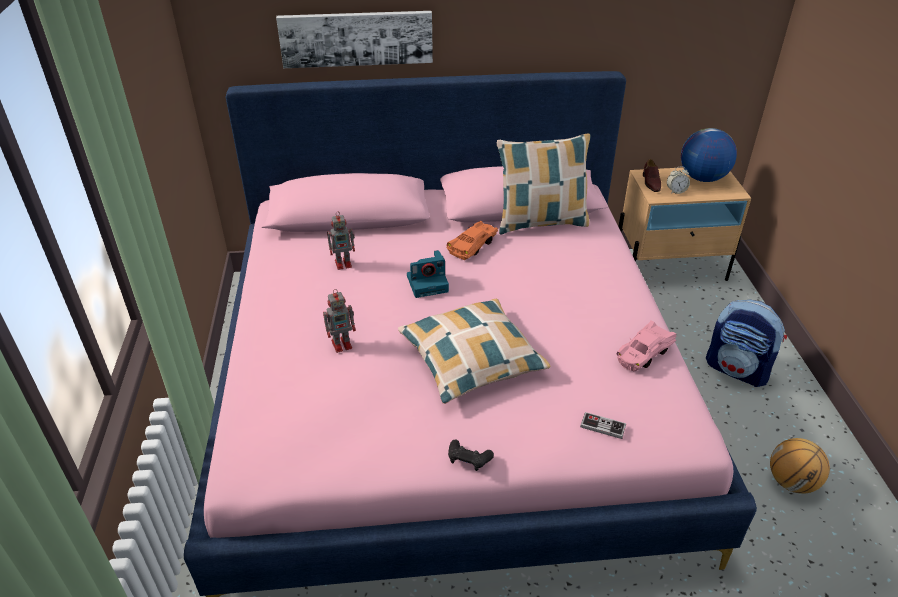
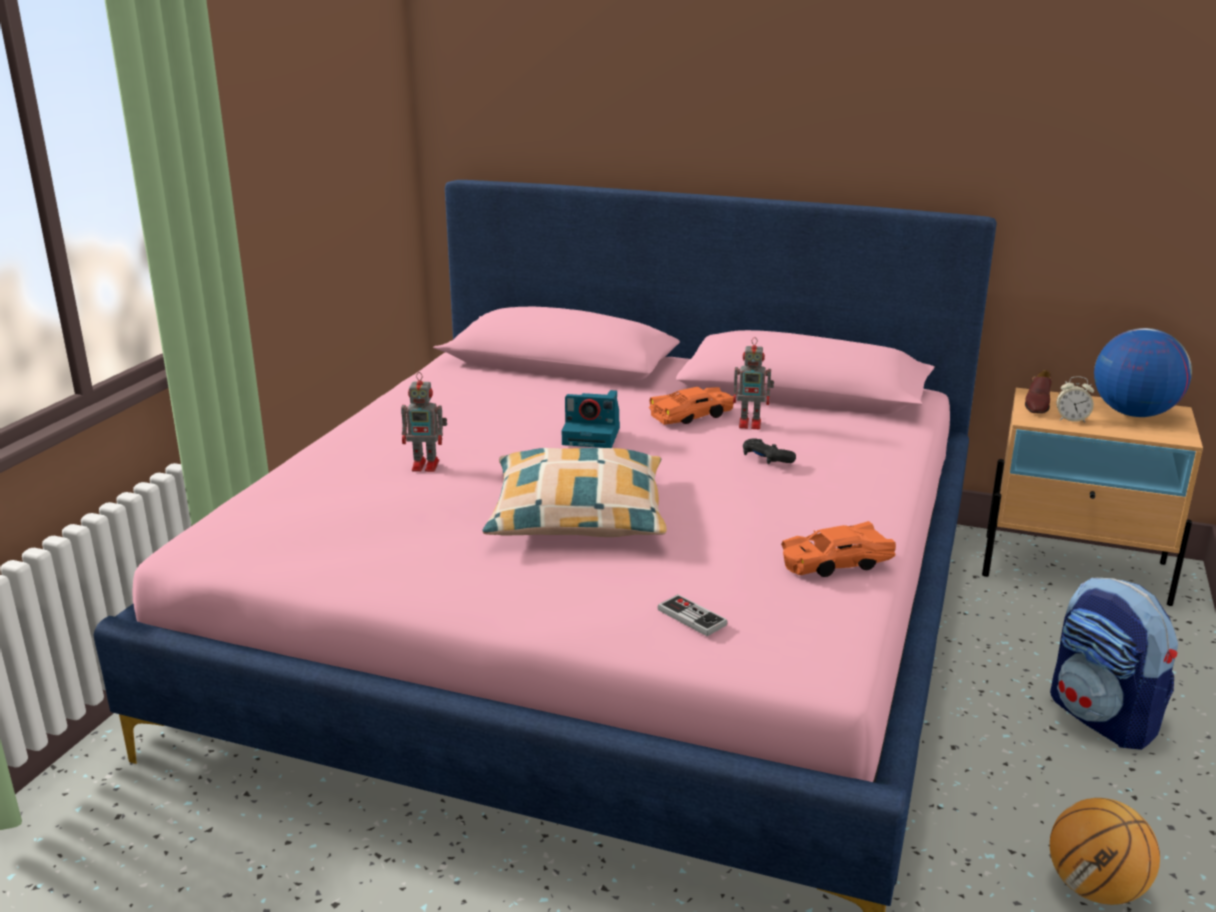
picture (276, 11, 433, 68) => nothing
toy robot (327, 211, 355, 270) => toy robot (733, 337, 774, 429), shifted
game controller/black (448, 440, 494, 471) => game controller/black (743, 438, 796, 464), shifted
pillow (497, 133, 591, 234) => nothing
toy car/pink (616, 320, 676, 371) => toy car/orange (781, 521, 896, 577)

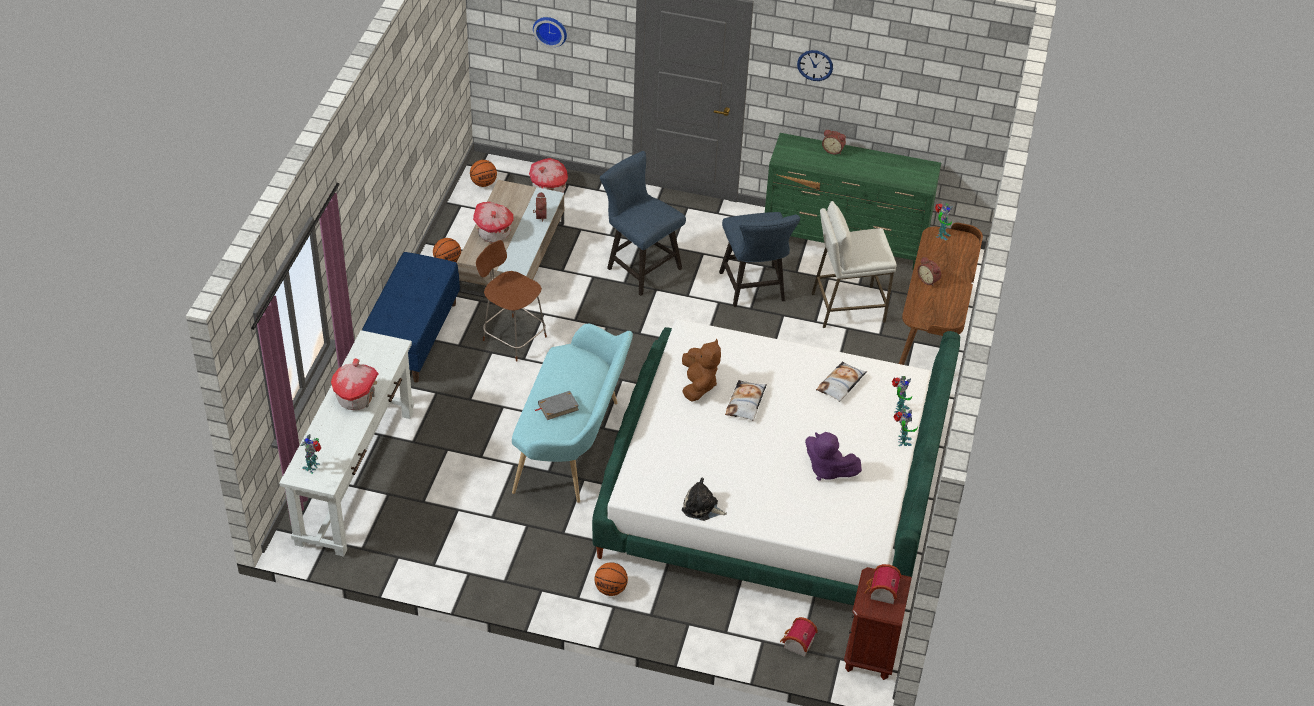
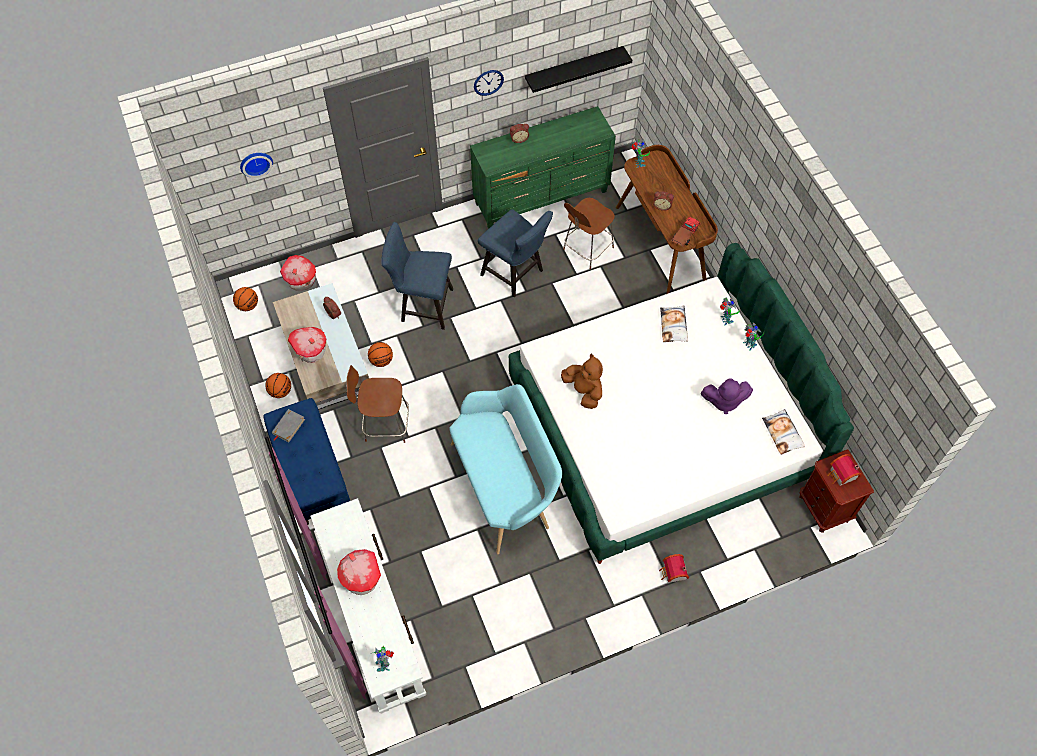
book/grey (535, 391, 579, 420) => book/grey (272, 409, 305, 442), shifted
basketball (595, 562, 628, 596) => basketball (368, 342, 393, 367), shifted
plush toy (682, 478, 727, 521) => nothing
pillow (725, 380, 767, 421) => pillow (762, 409, 805, 455), shifted
toy house (780, 617, 818, 657) => toy house (659, 554, 689, 583), shifted
stool/white (811, 201, 897, 328) => chair/brown (563, 198, 615, 269)
nothing => shelf/black (525, 46, 632, 93)
nothing => toy truck (671, 216, 700, 246)

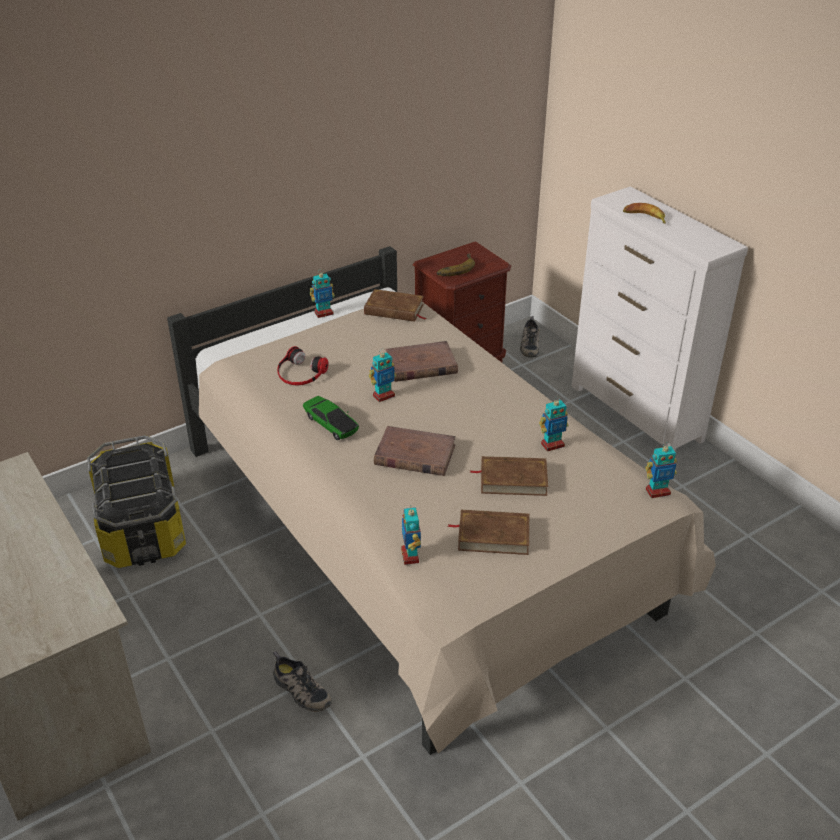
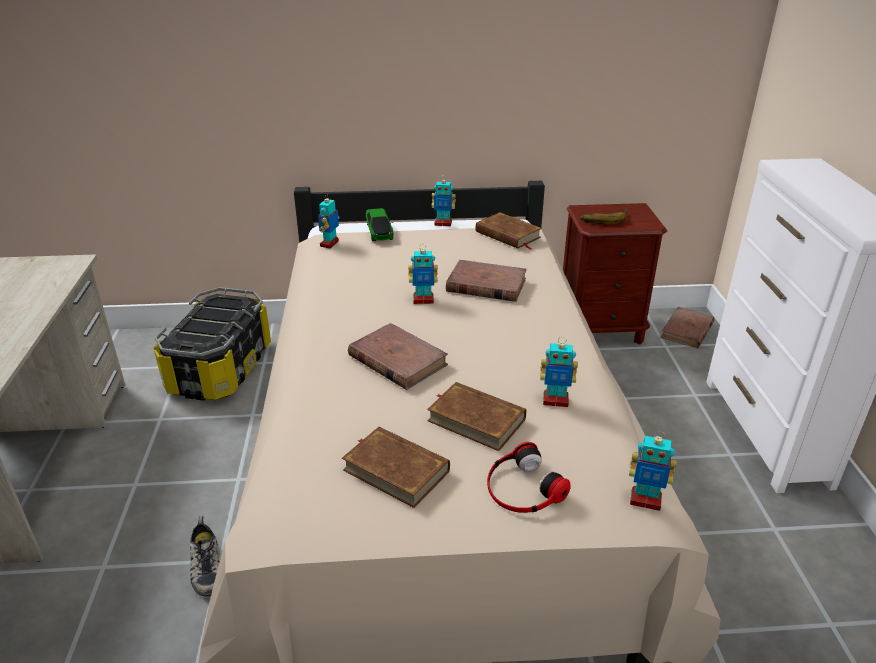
headphones (277, 346, 328, 385) => headphones (487, 442, 571, 513), shifted
toy car (303, 396, 359, 440) => toy car (366, 208, 394, 241), shifted
toy robot (401, 506, 421, 565) => toy robot (318, 193, 339, 249), shifted
shoe (520, 316, 539, 358) => book/brown (660, 307, 715, 348)
banana (623, 203, 666, 224) => nothing

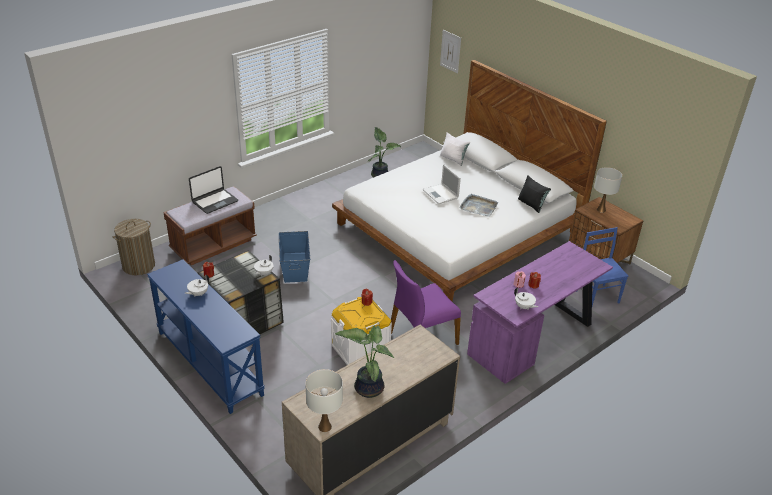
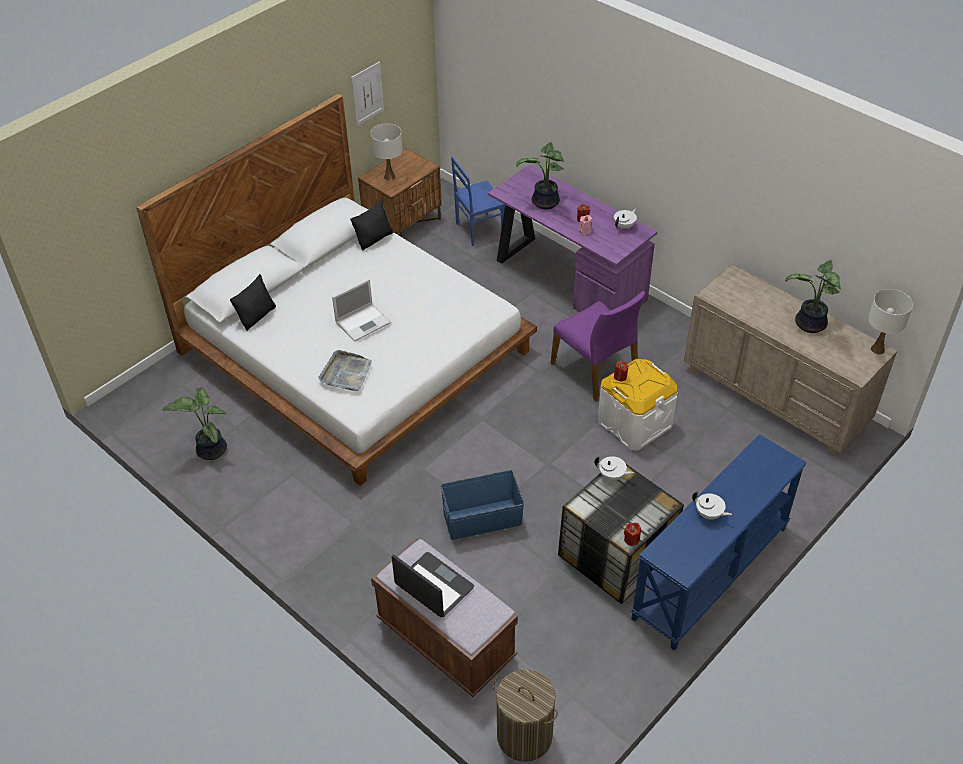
picture (440, 30, 461, 74) => picture (351, 62, 384, 126), shifted
pillow/white (440, 132, 470, 166) => pillow/black (230, 274, 276, 331)
tray/grey (459, 194, 498, 217) => tray/grey (318, 350, 372, 391), shifted
nothing => potted plant (516, 142, 564, 209)

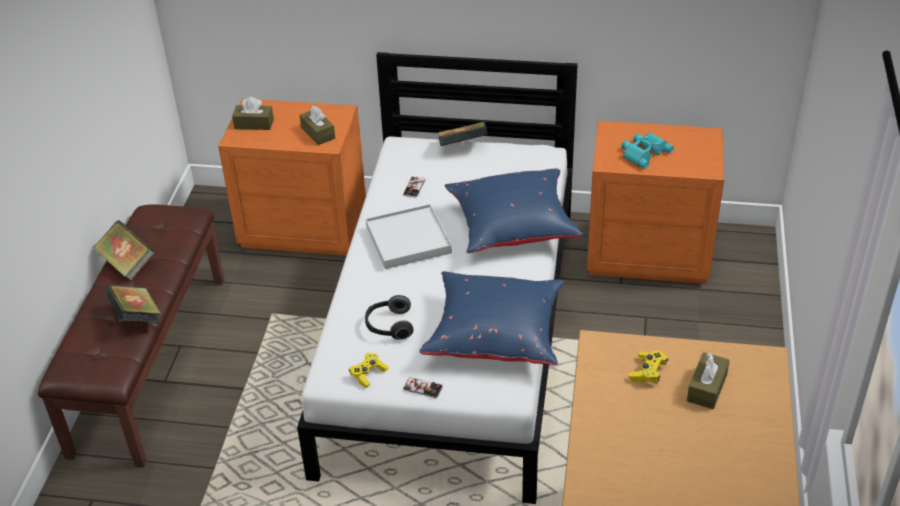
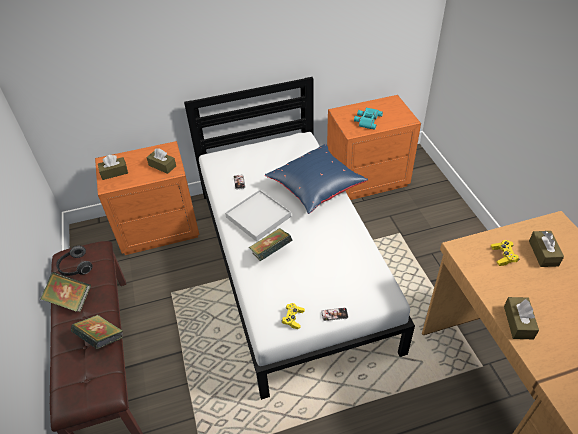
headphones (365, 295, 414, 340) => headphones (56, 246, 93, 276), shifted
pillow/blue (419, 271, 565, 365) => nothing
book (438, 122, 487, 146) => book (249, 228, 293, 261), shifted
nothing => tissue box/brown (504, 297, 539, 339)

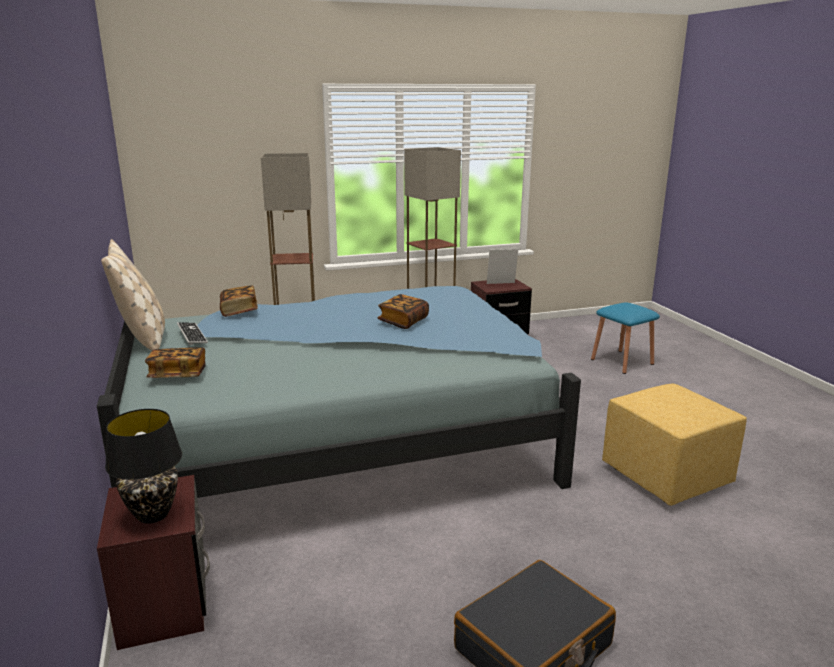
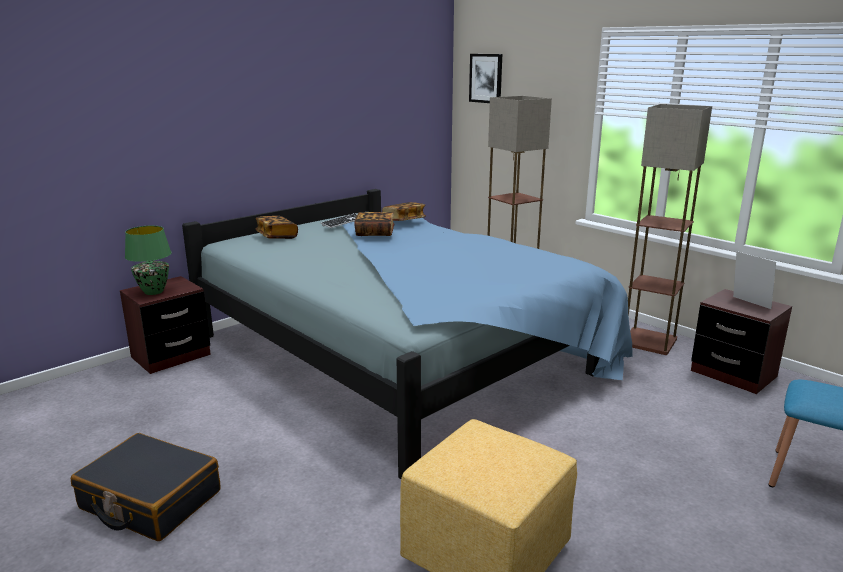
pillow/beige (101, 239, 165, 351) => nothing
table lamp/black (105, 409, 182, 524) => table lamp/green (125, 226, 172, 295)
book (378, 294, 429, 329) => book (354, 212, 394, 236), shifted
nothing => picture (469, 54, 502, 103)

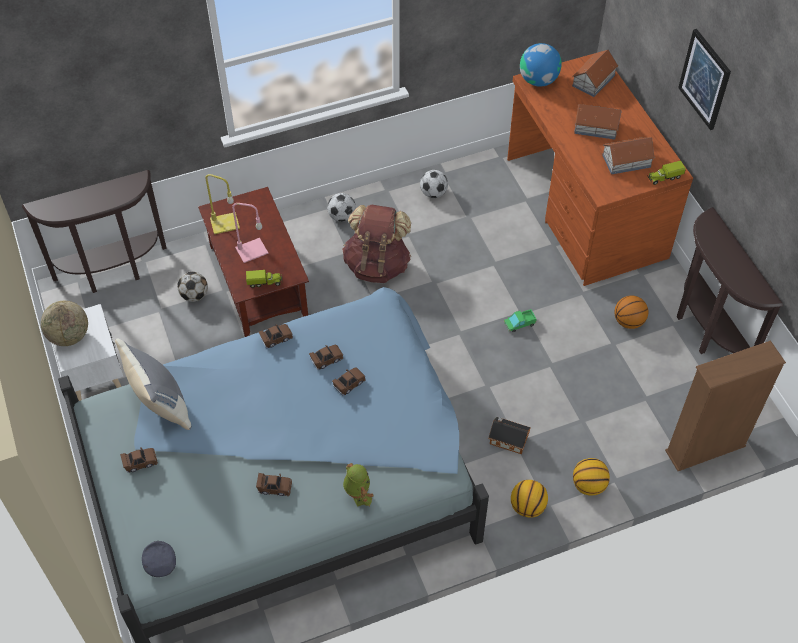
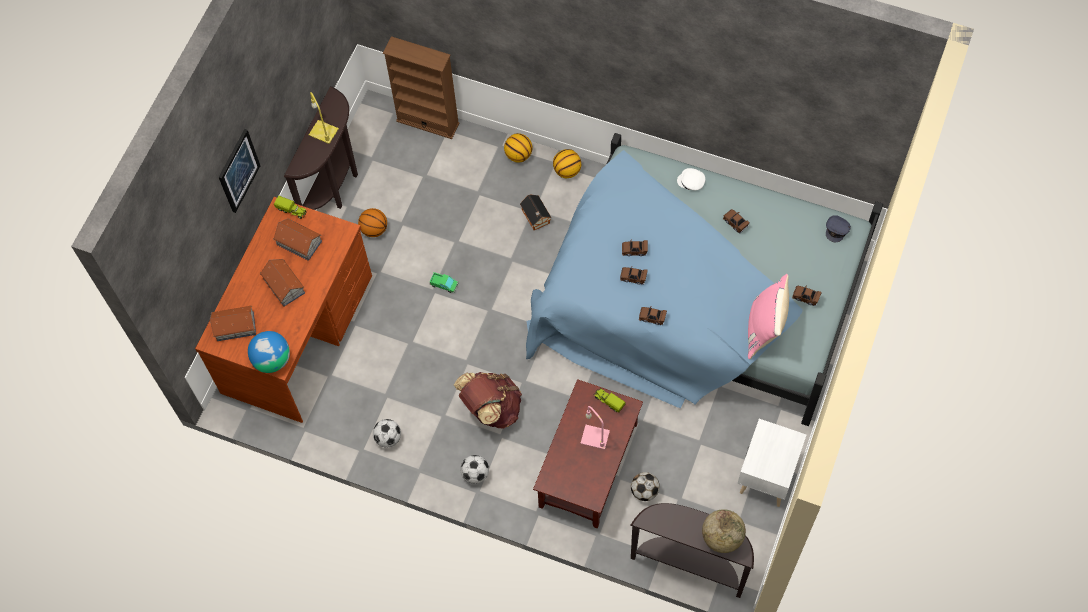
globe (41, 301, 88, 346) => globe (702, 509, 746, 553), shifted
pillow/grey (115, 339, 191, 430) => pillow/pink (748, 274, 789, 359)
table lamp/yellow (205, 174, 240, 234) => table lamp/yellow (309, 92, 339, 144), shifted
toy robot (343, 463, 374, 507) => cap/white (677, 168, 705, 191)

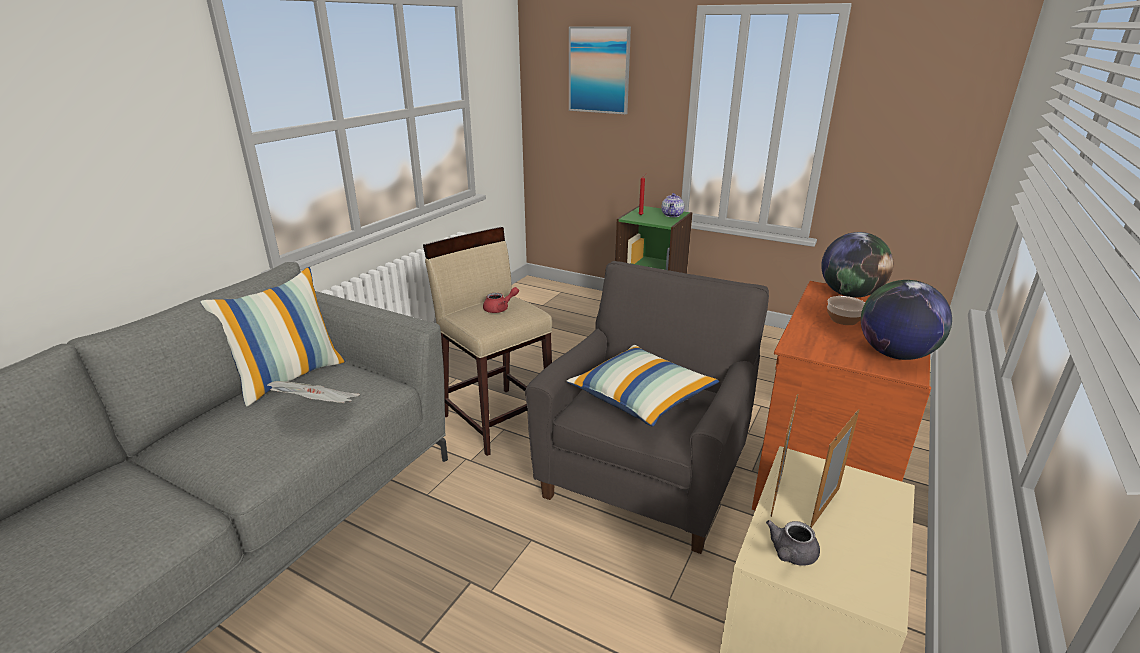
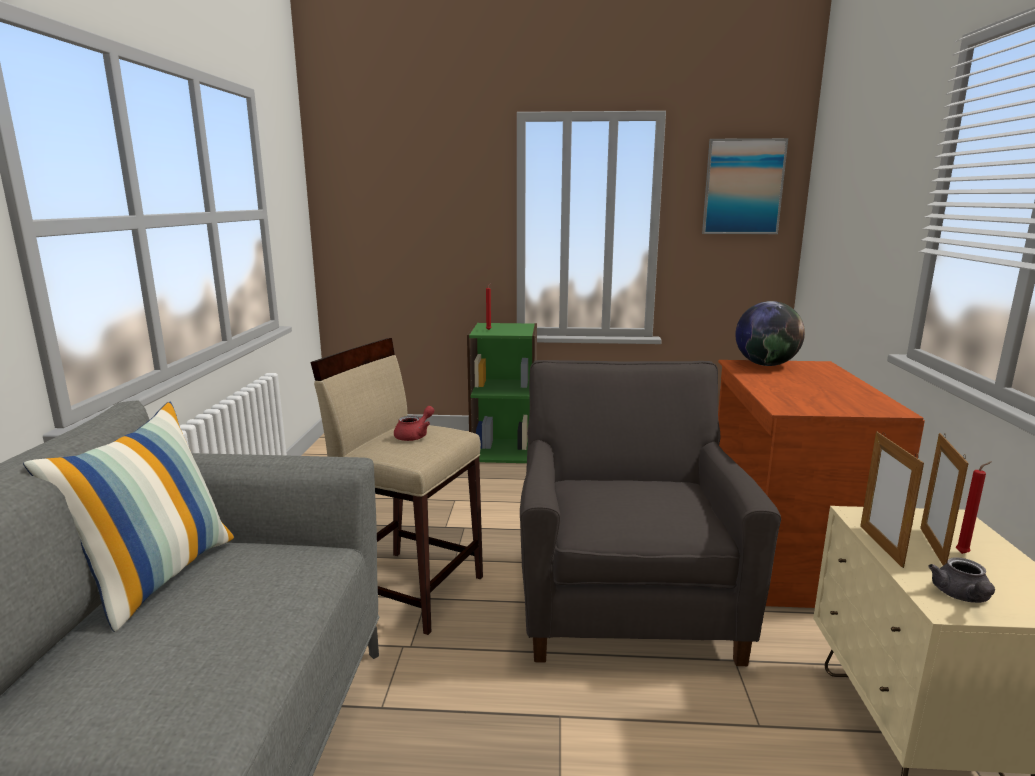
newspaper (267, 381, 360, 403) => nothing
pillow (567, 345, 719, 427) => nothing
picture (569, 26, 631, 114) => picture (702, 138, 788, 234), shifted
teapot (661, 193, 684, 217) => nothing
bowl (827, 296, 865, 325) => nothing
globe (861, 280, 952, 360) => nothing
nothing => candle/red (956, 461, 992, 554)

